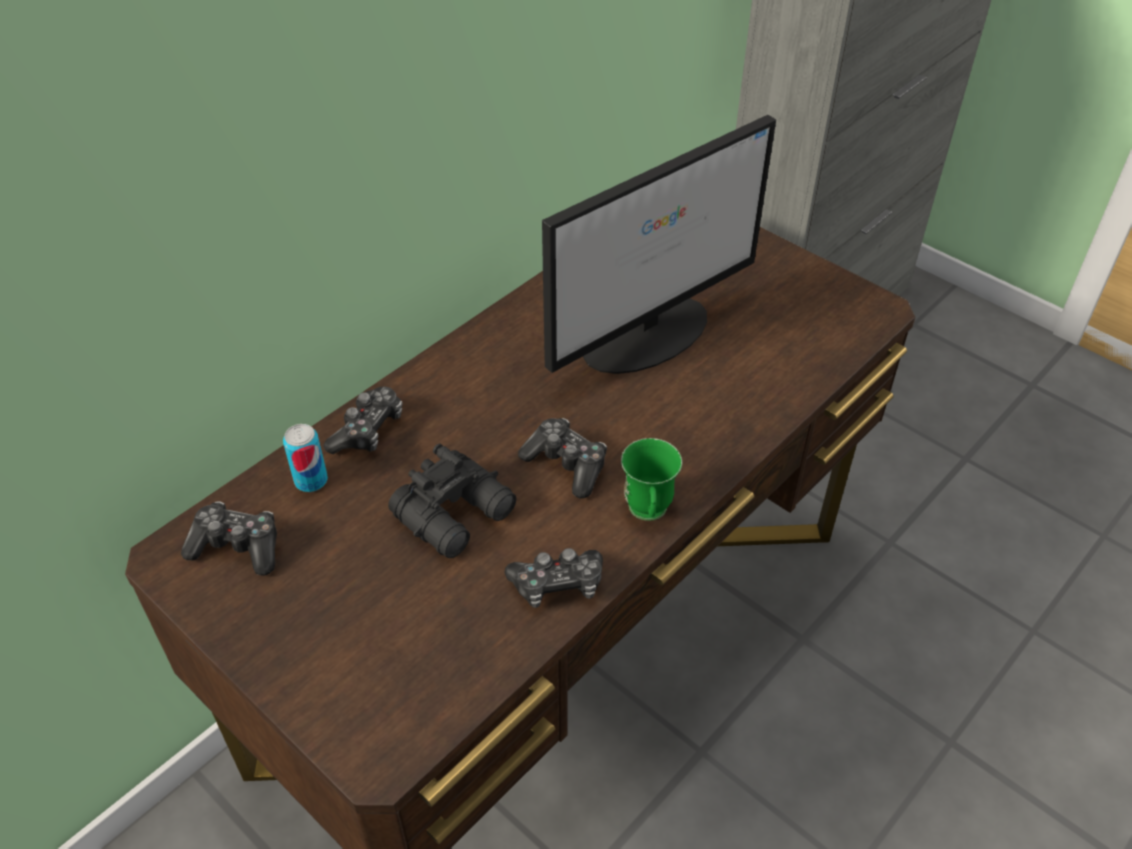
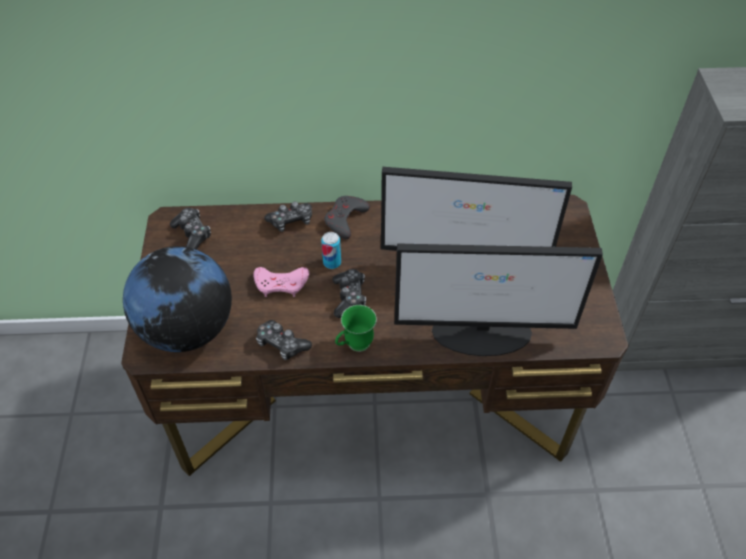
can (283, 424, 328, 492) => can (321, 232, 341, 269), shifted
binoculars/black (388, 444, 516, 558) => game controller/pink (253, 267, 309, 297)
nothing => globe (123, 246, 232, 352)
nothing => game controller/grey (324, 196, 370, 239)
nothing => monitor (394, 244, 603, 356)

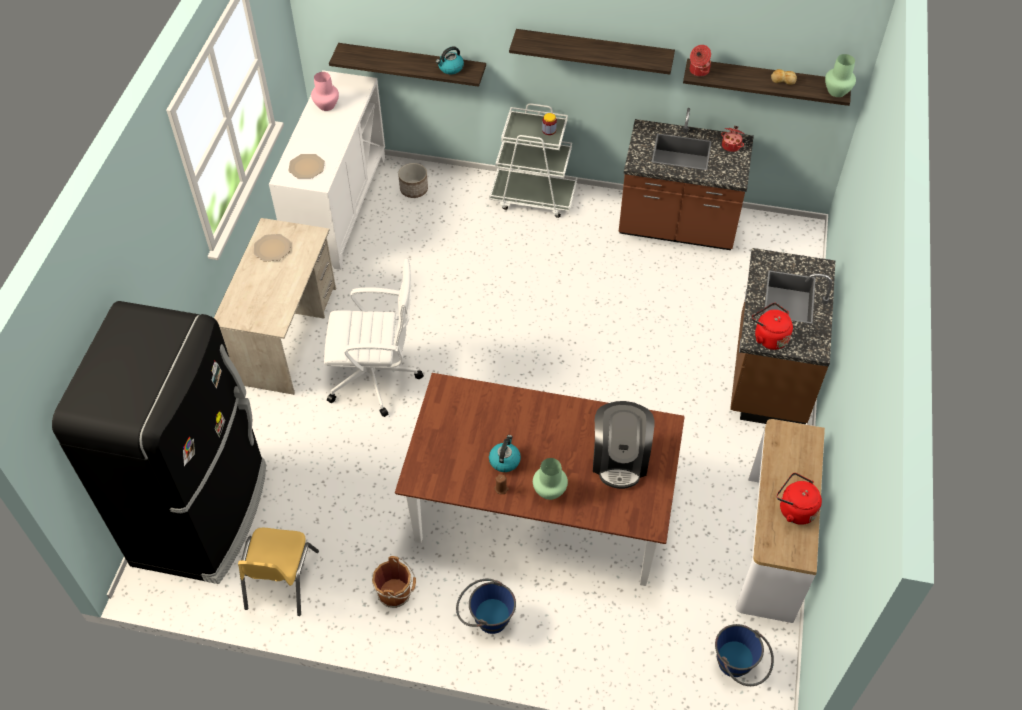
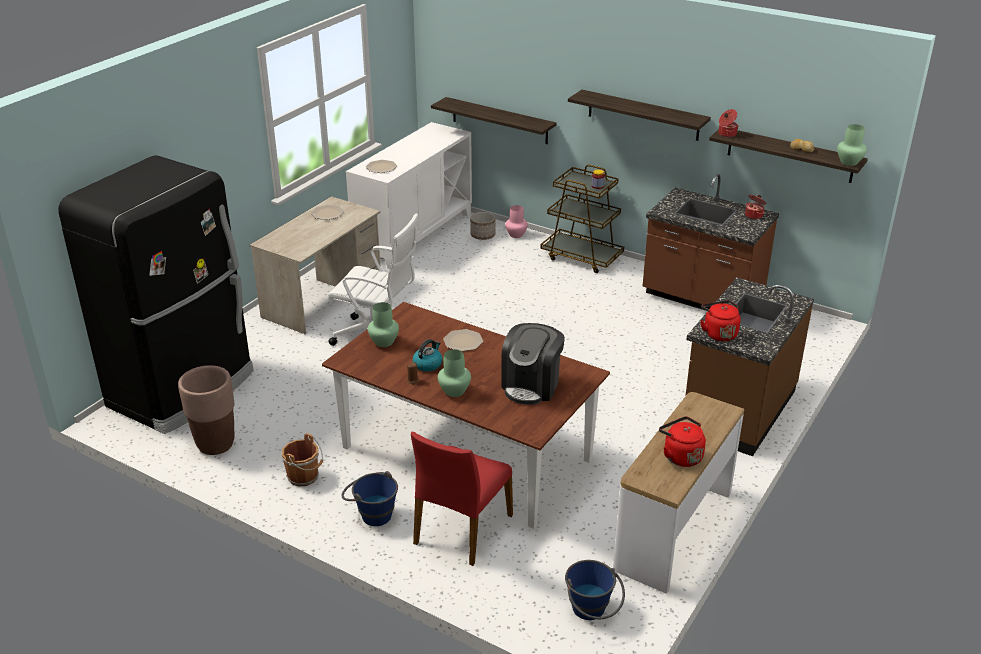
chair/yellow (238, 528, 319, 616) => planter/brown (178, 365, 234, 455)
vase/pink (311, 72, 339, 111) => vase/pink (505, 205, 528, 238), shifted
kettle (436, 46, 464, 74) => nothing
cart/white (489, 103, 577, 218) => cart/brown (540, 165, 624, 273)
nothing => vase/green (368, 302, 399, 347)
nothing => chair/red (411, 431, 513, 566)
nothing => plate (443, 329, 483, 351)

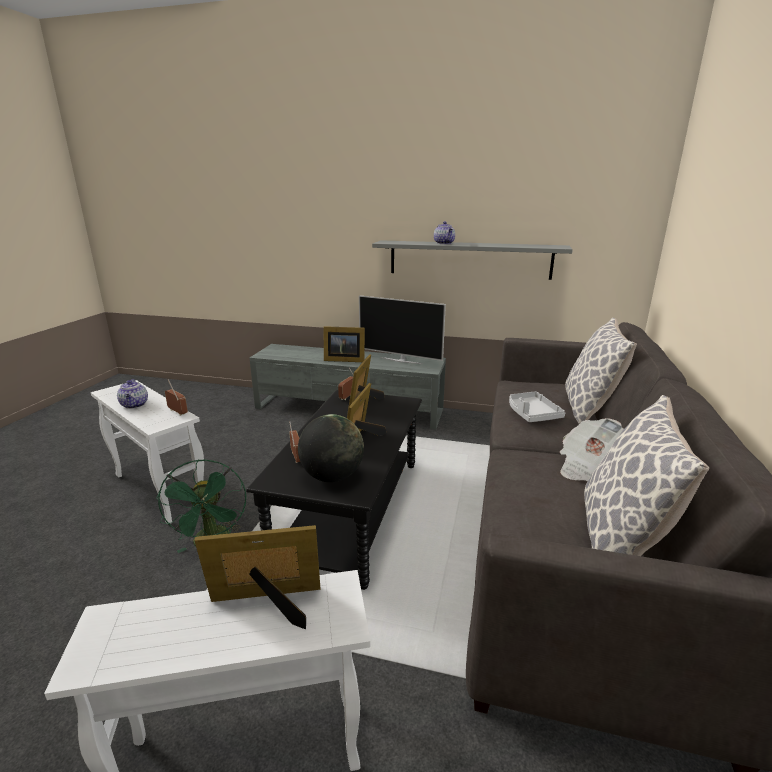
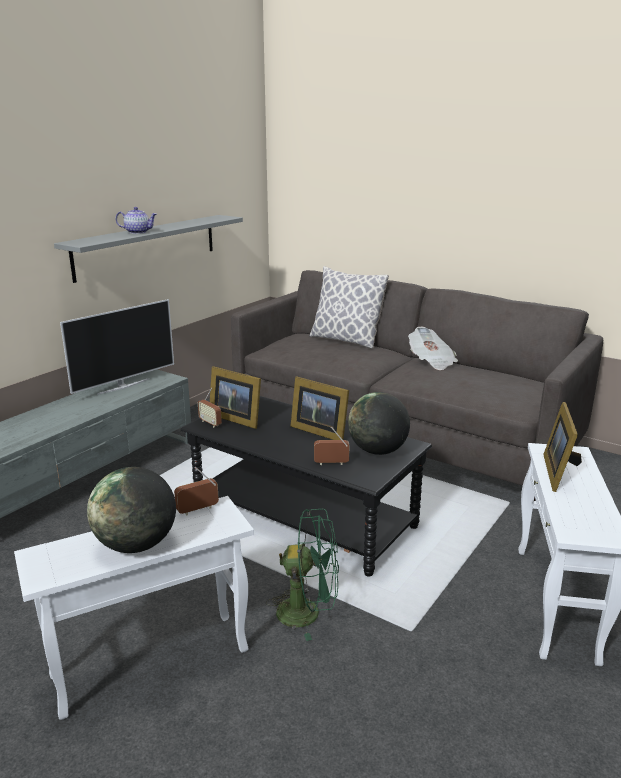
teapot (117, 379, 148, 409) => globe (87, 467, 176, 553)
picture frame (324, 326, 365, 362) => nothing
tray/grey (509, 391, 565, 422) => nothing
pillow (584, 395, 709, 556) => nothing

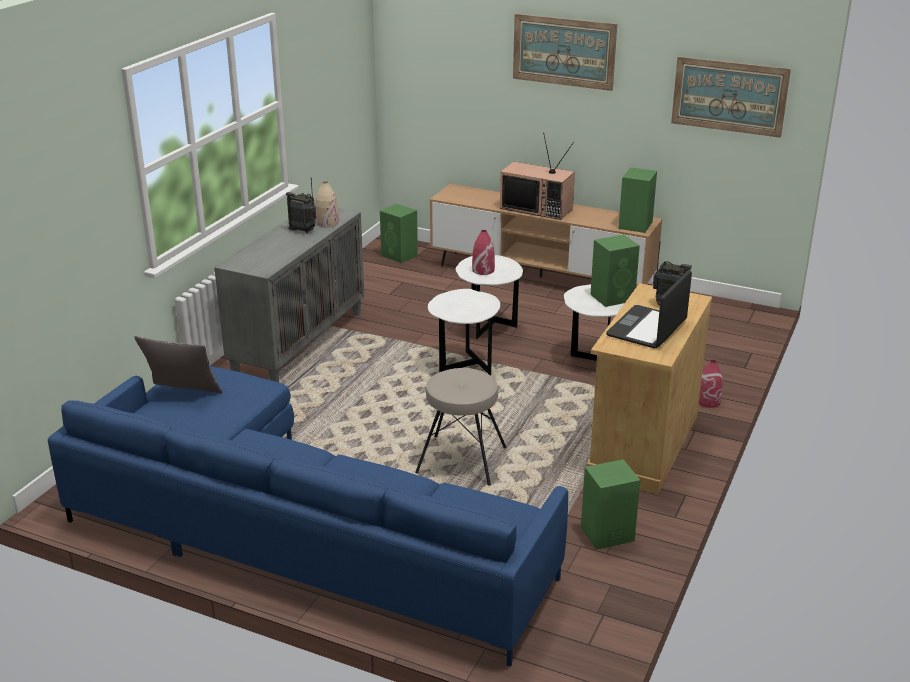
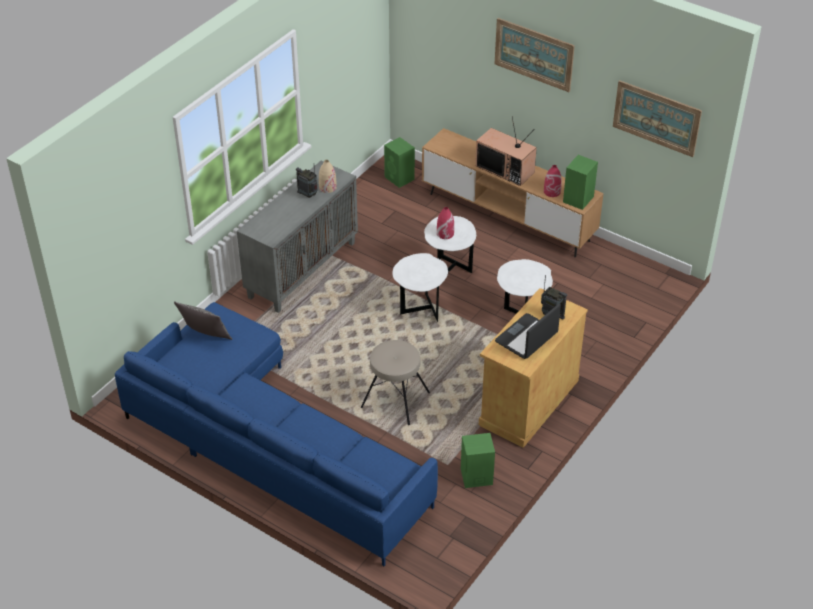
speaker/green (590, 234, 640, 307) => nothing
vase/red (699, 360, 723, 408) => vase/red (544, 165, 562, 197), shifted

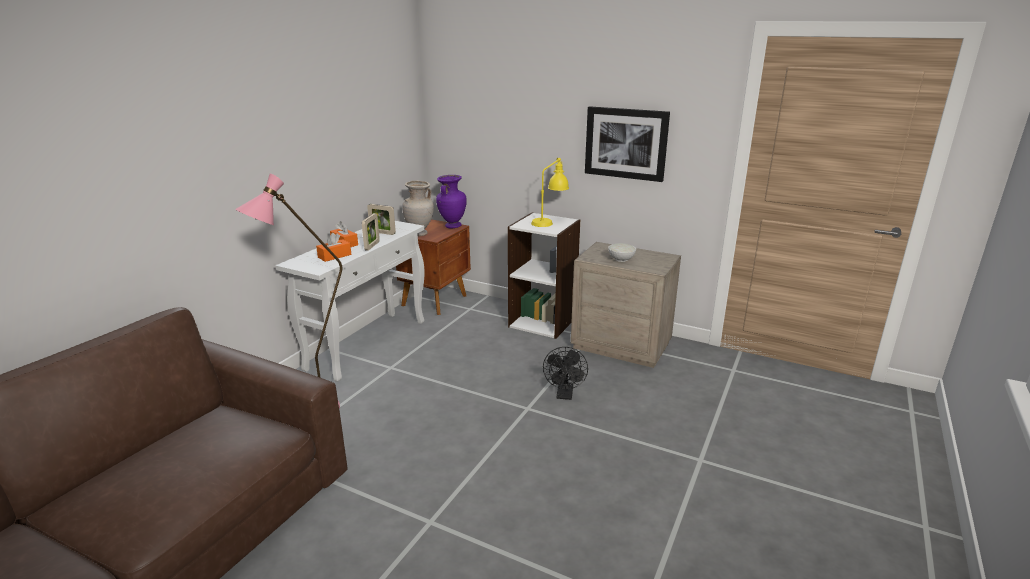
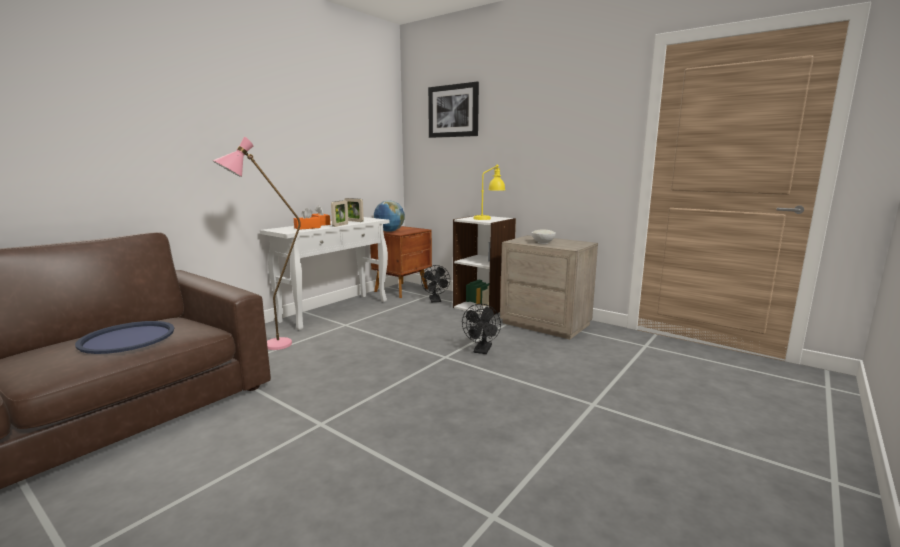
vase/beige (402, 181, 434, 236) => globe (374, 200, 405, 232)
vase/purple (436, 175, 467, 229) => nothing
picture (585, 106, 670, 182) => picture (428, 82, 479, 138), shifted
nothing => tray/blue (75, 321, 174, 354)
nothing => fan/black (421, 265, 450, 302)

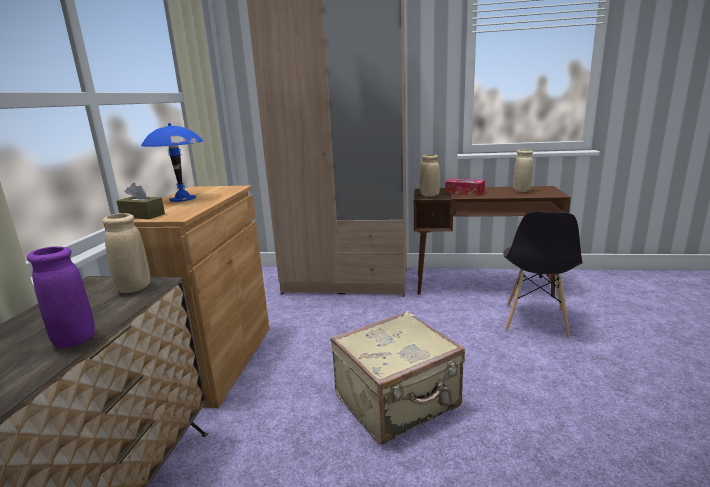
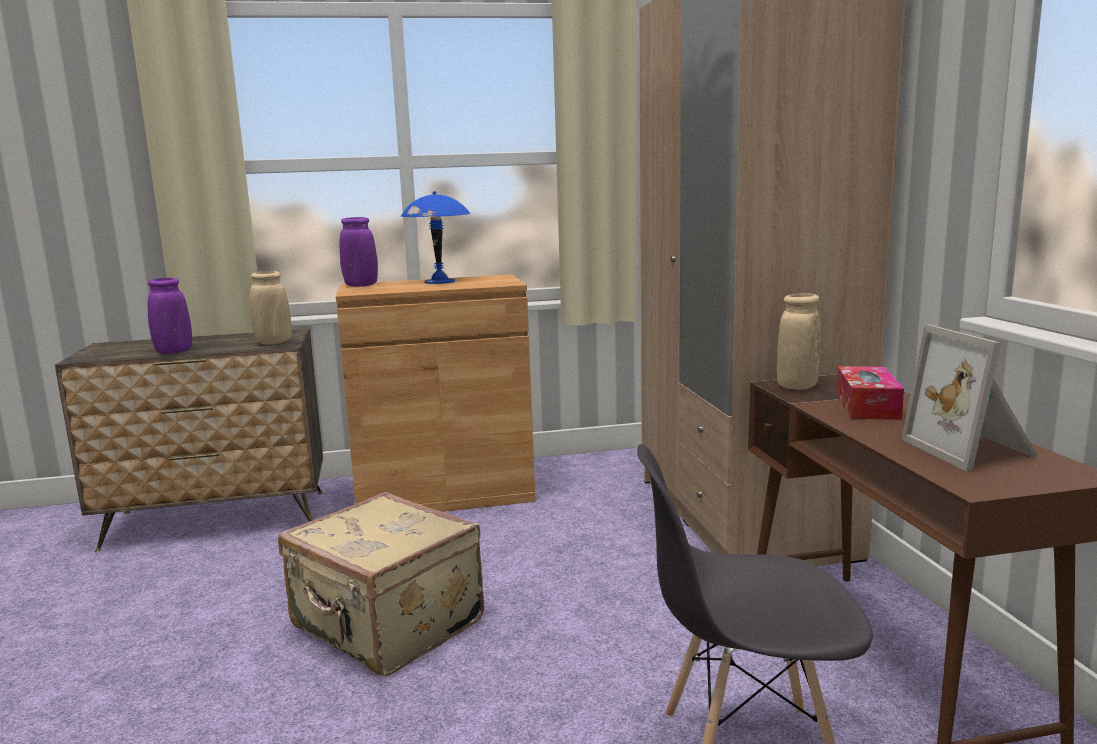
tissue box/brown (117, 183, 165, 219) => vase/purple (340, 217, 378, 287)
vase/beige (513, 150, 533, 192) => picture frame (901, 324, 1038, 471)

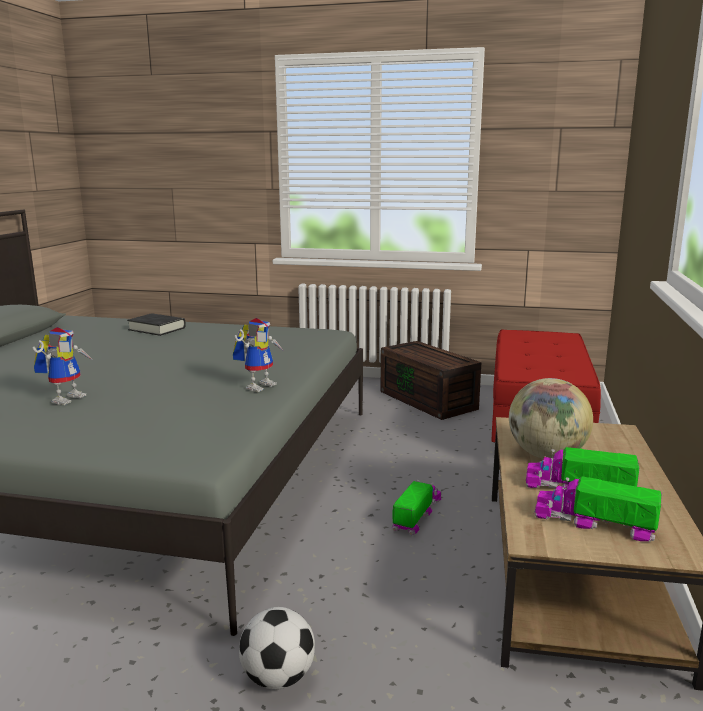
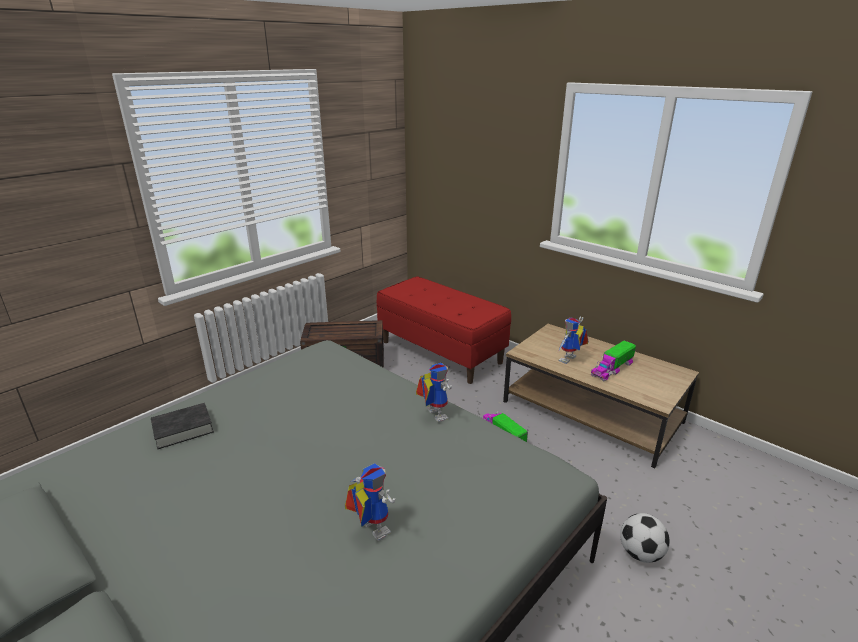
globe (509, 378, 593, 458) => toy robot (558, 317, 588, 364)
toy truck (534, 477, 662, 542) => nothing

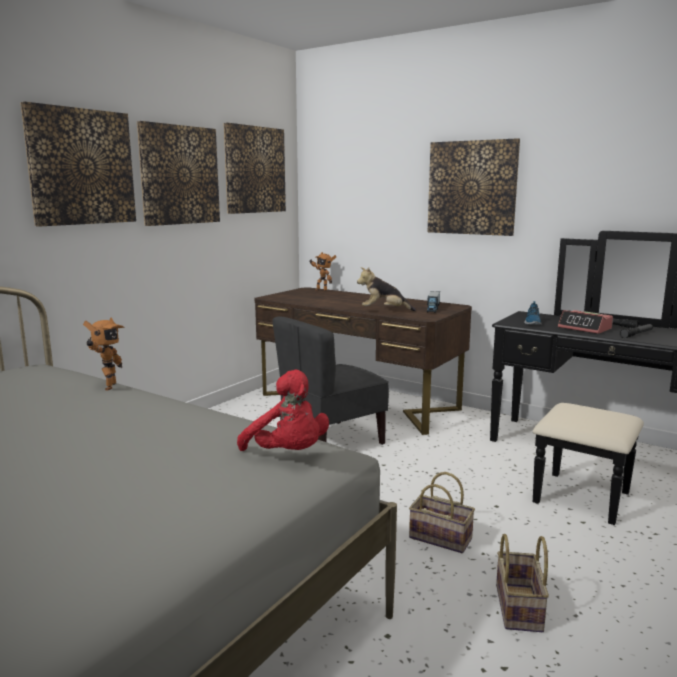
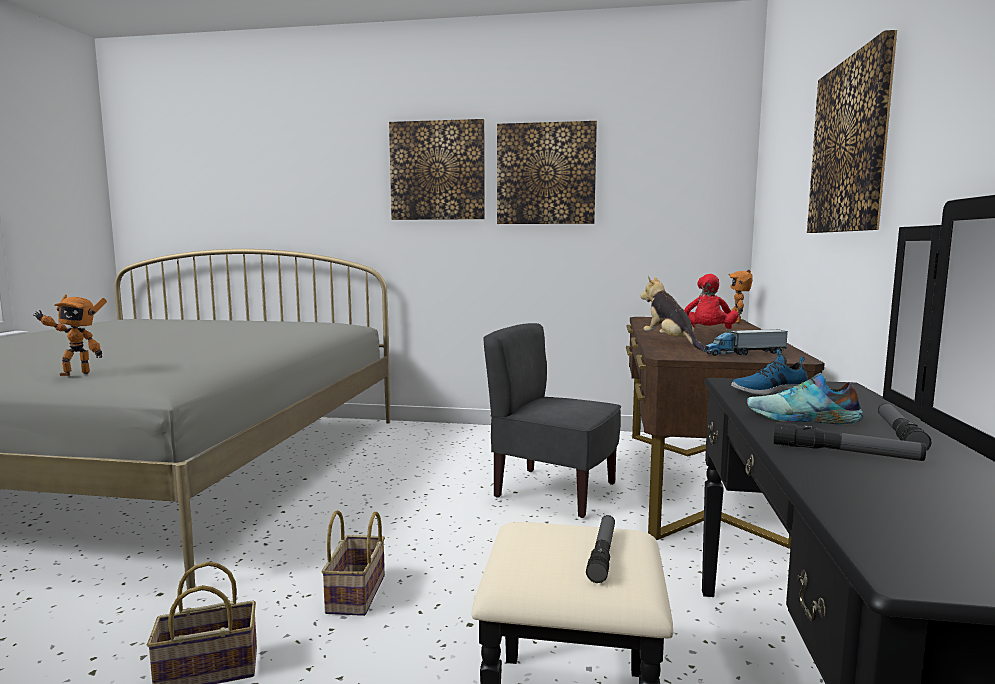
toy robot (83, 318, 124, 390) => toy robot (33, 294, 107, 376), shifted
picture (223, 123, 286, 214) => nothing
plush toy/red (237, 370, 329, 451) => plush toy/red (684, 274, 739, 329), shifted
alarm clock (558, 310, 613, 334) => shoe (747, 373, 863, 425)
nothing => flashlight (586, 515, 615, 583)

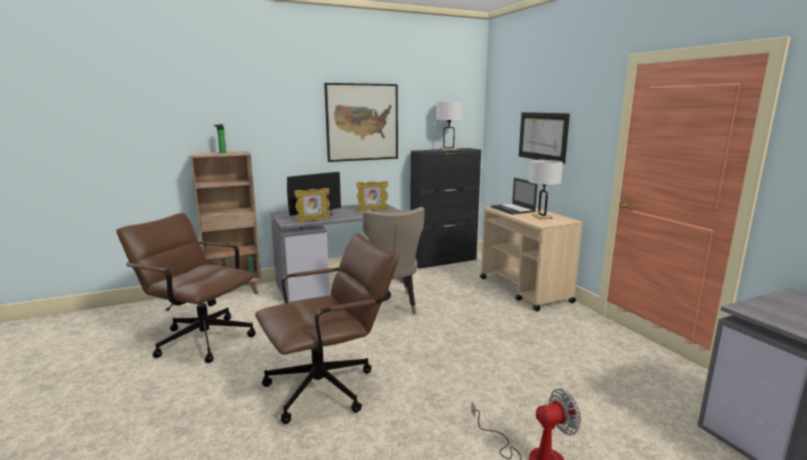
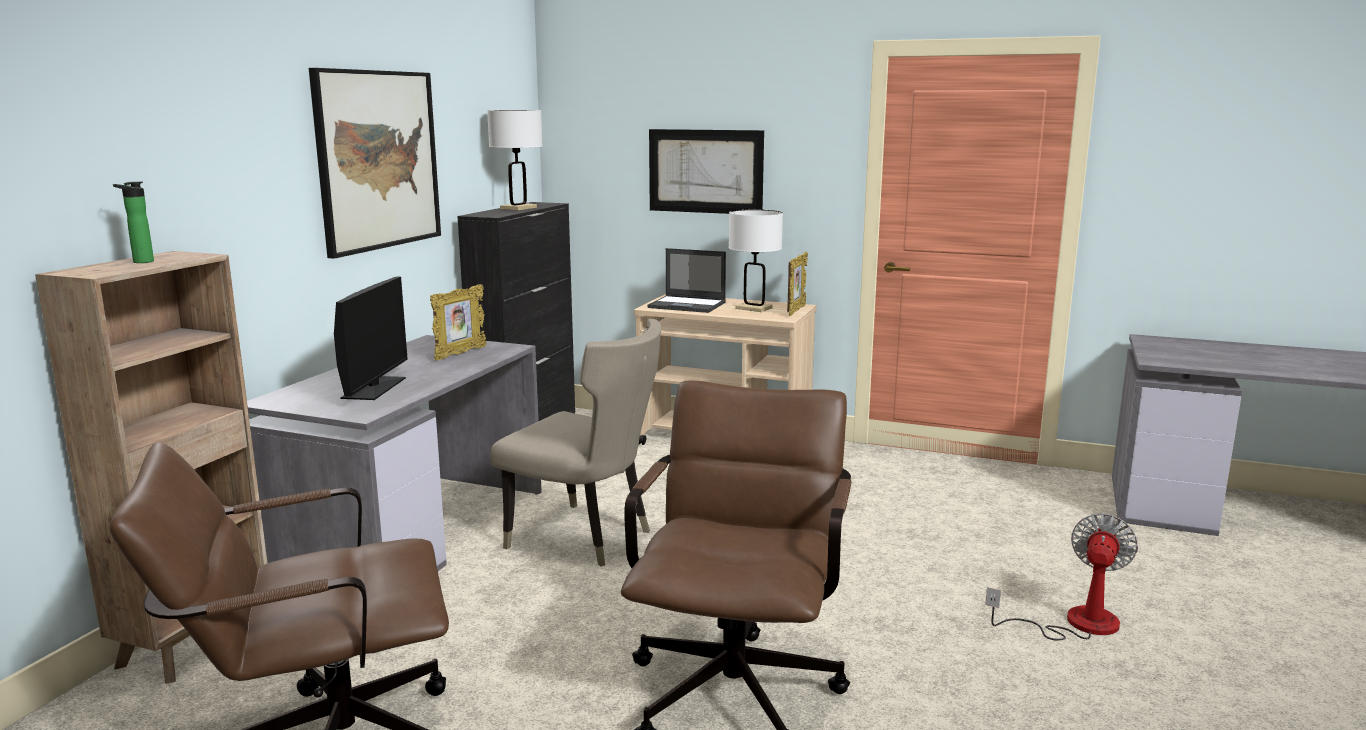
picture frame (294, 188, 331, 222) => picture frame (787, 252, 808, 316), shifted

